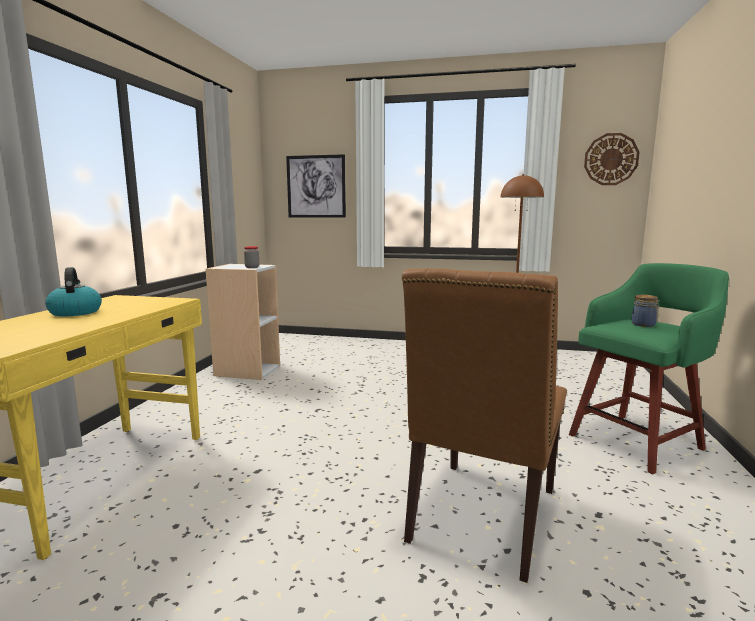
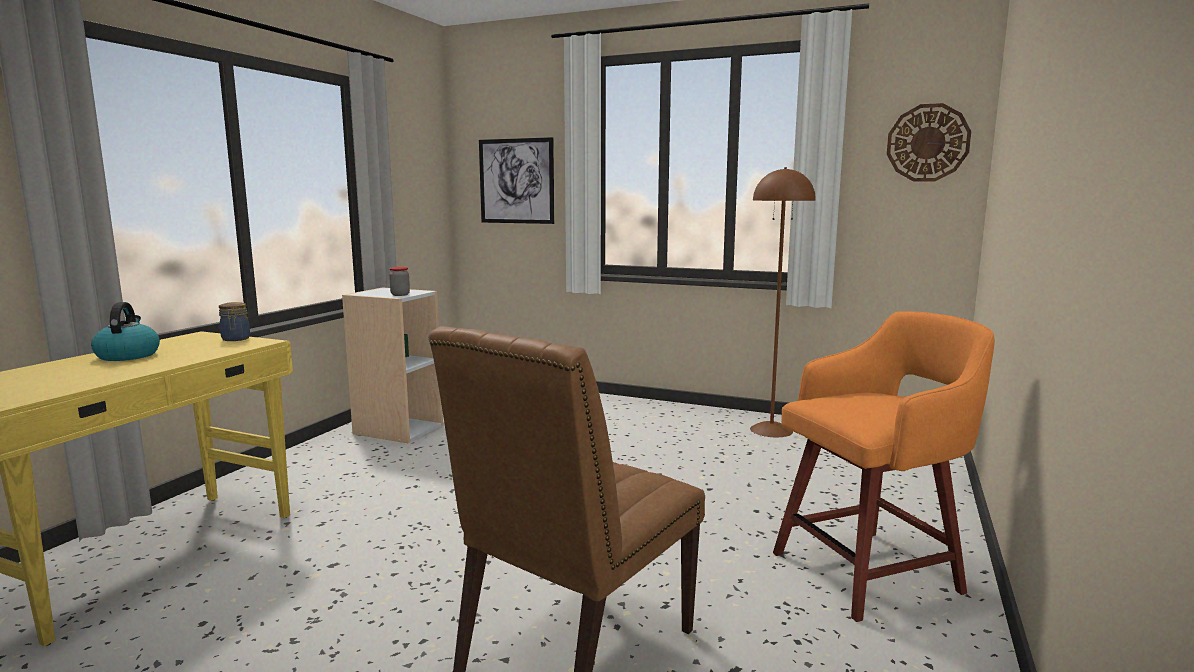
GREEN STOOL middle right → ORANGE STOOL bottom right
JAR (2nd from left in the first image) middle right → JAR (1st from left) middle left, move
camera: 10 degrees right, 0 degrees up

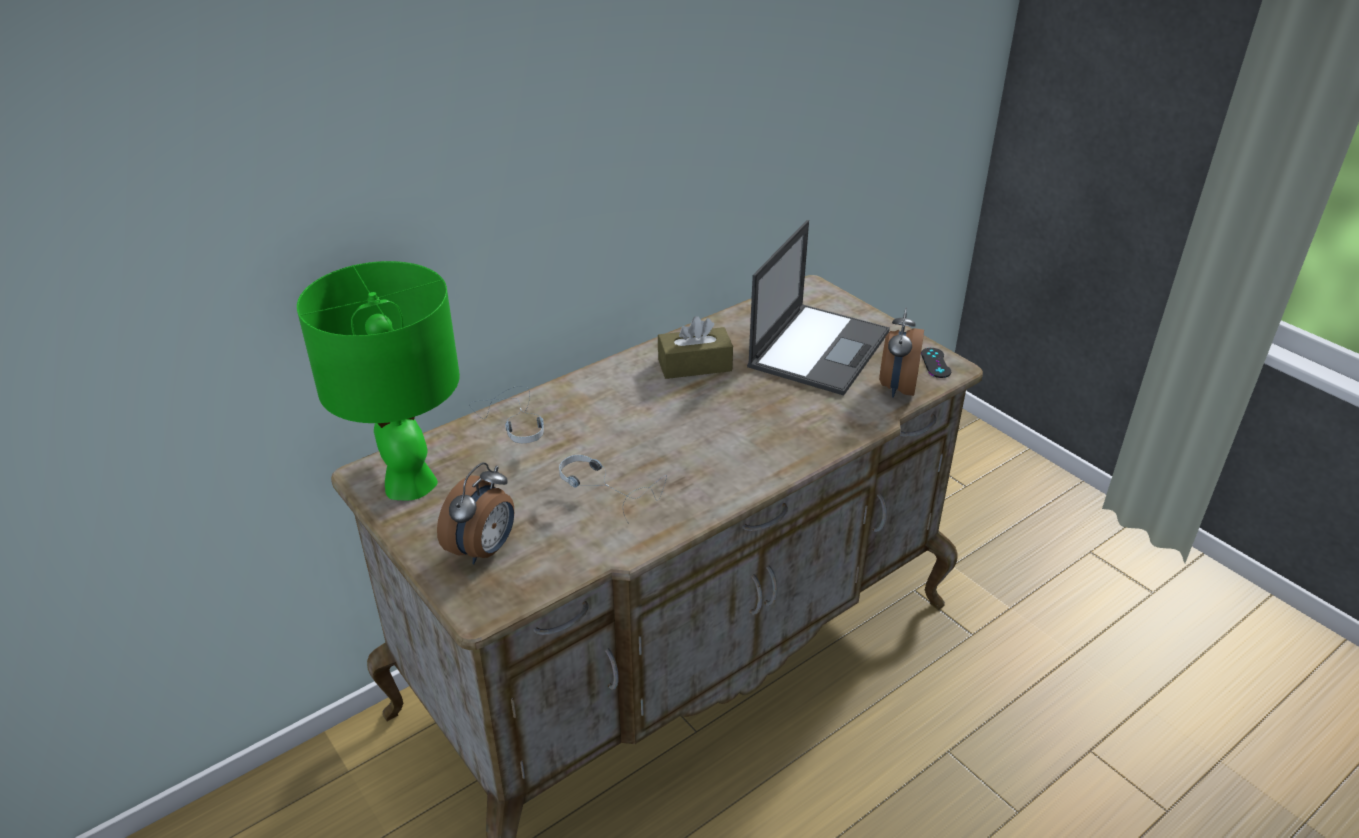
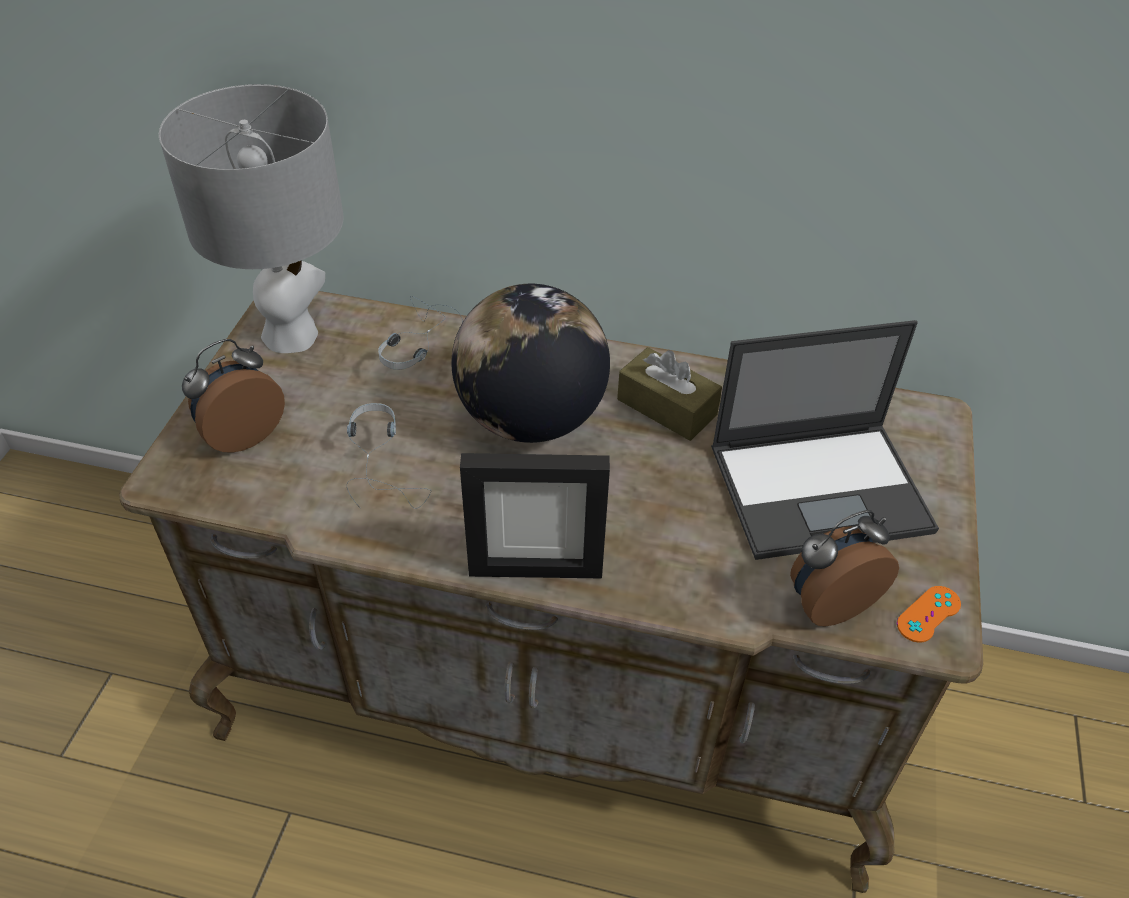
GREEN TABLE LAMP middle left → GREY TABLE LAMP top left
BLACK GAME CONTROLLER middle right → ORANGE GAME CONTROLLER bottom right
ALARM CLOCK (1st from left) centre → ALARM CLOCK (1st from left) middle left, 150 degrees clockwise
- → GLOBE centre
- → PICTURE FRAME centre
camera: 50 degrees right, 10 degrees up

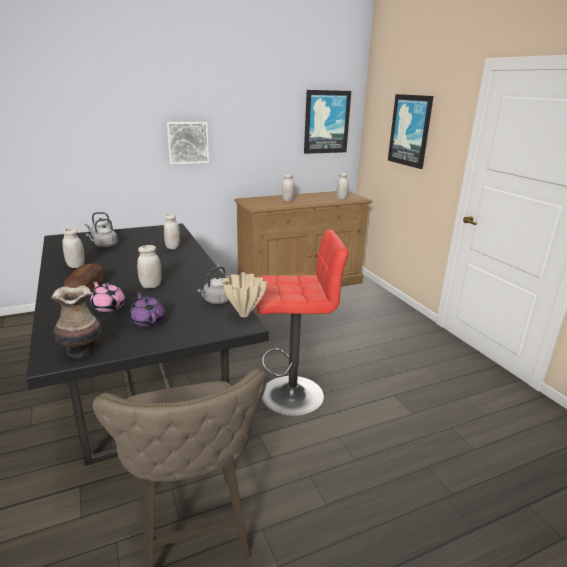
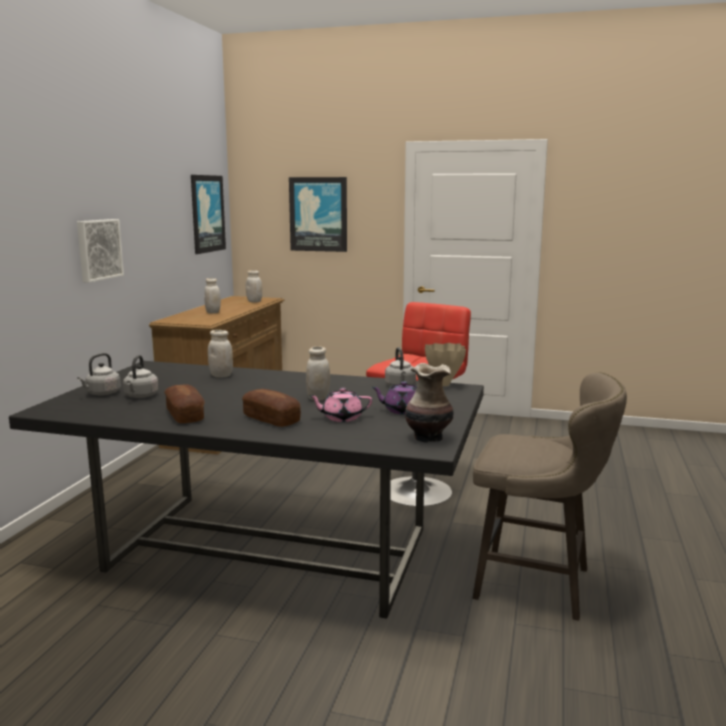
WHITE JAR (1st from left) middle left → BREAD (1st from left) middle left
camera: 50 degrees left, 10 degrees down

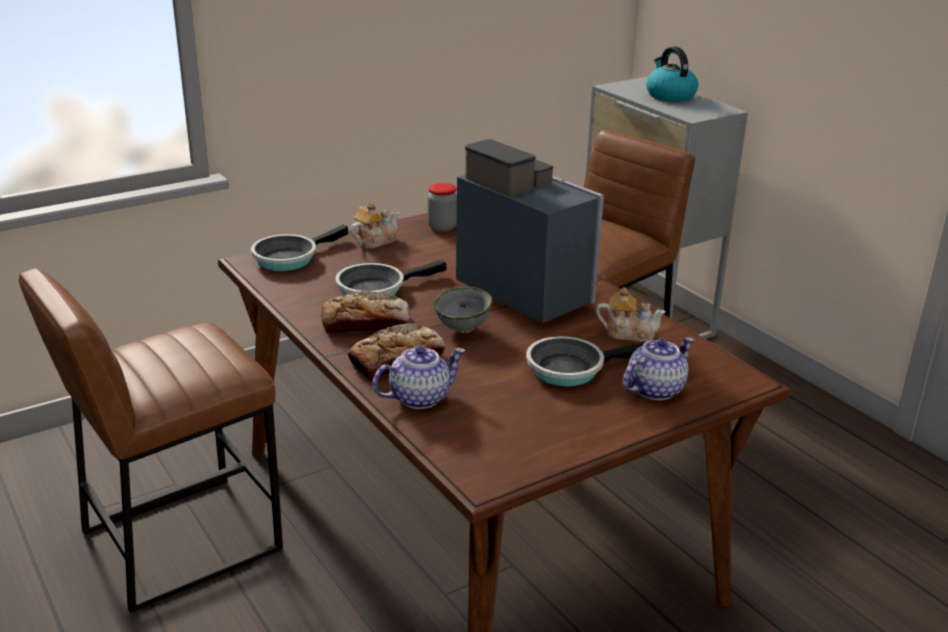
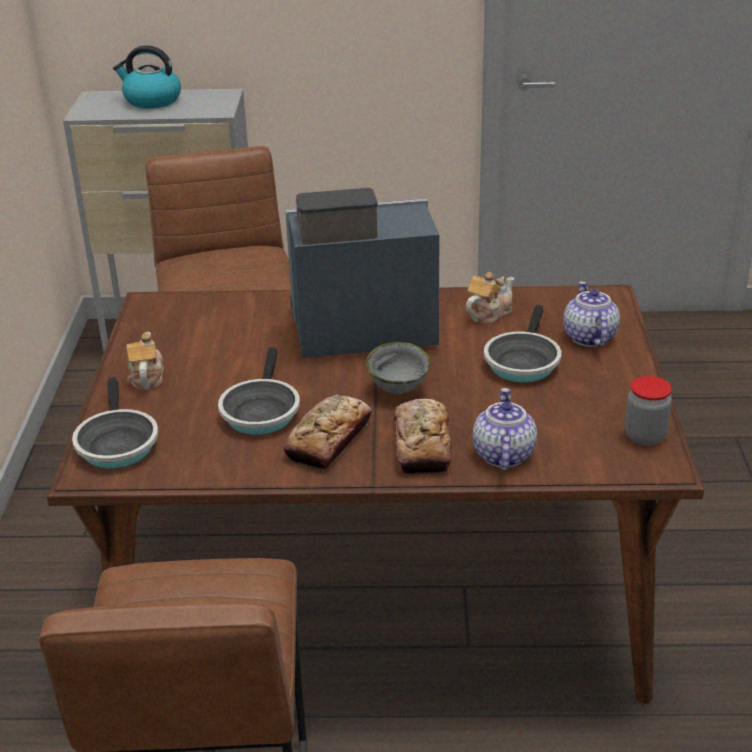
JAR top centre → JAR middle right, move
camera: 55 degrees left, 5 degrees up

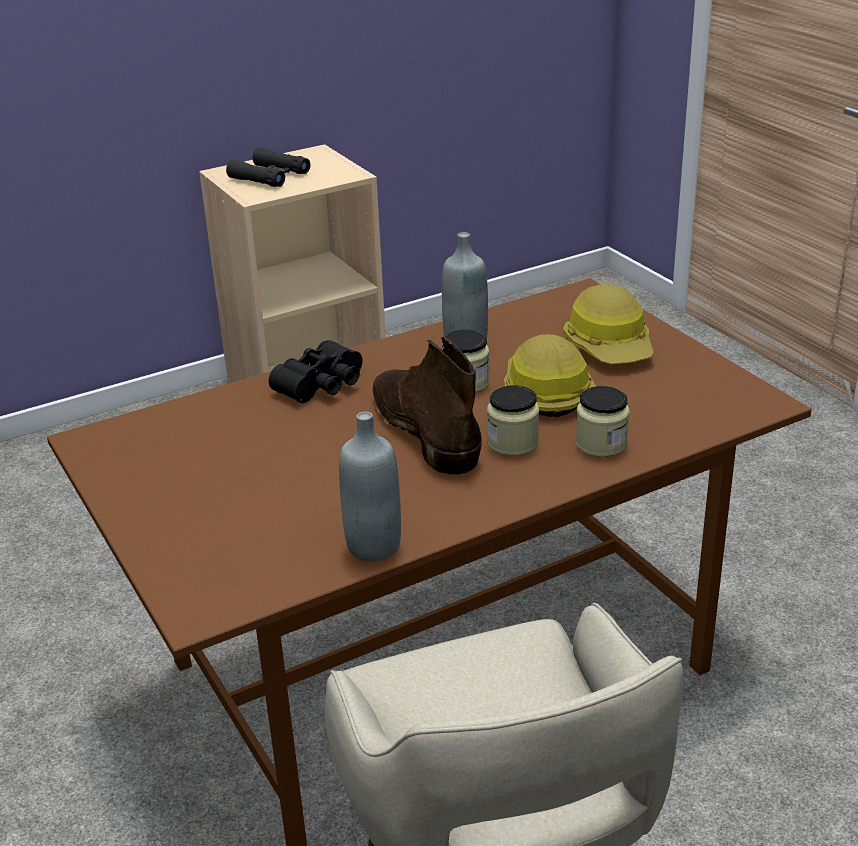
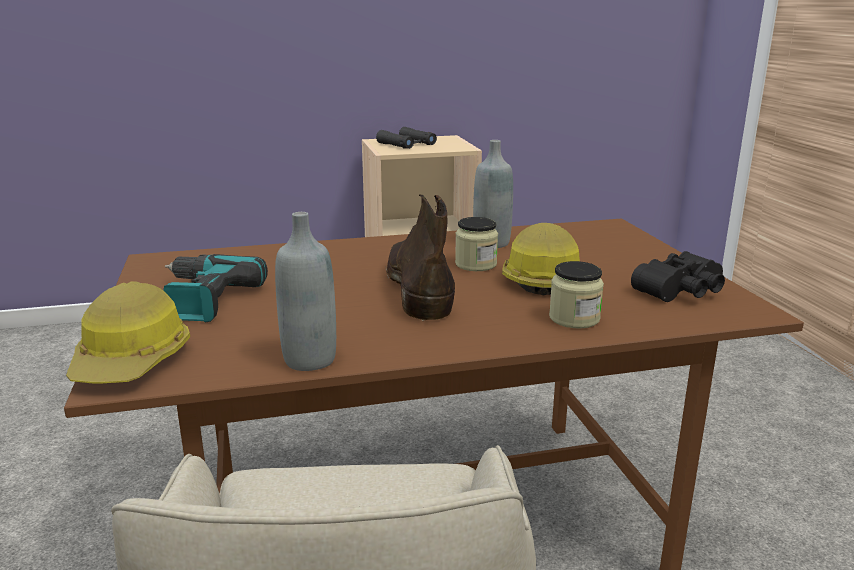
HARD HAT (2nd from left in the first image) middle right → HARD HAT (1st from left) middle left, move
BLACK BINOCULARS (2nd from left) centre → BLACK BINOCULARS (2nd from left) middle right, move
JAR (2nd from left) centre → -
- → POWER DRILL middle left
camera: 15 degrees right, 10 degrees down

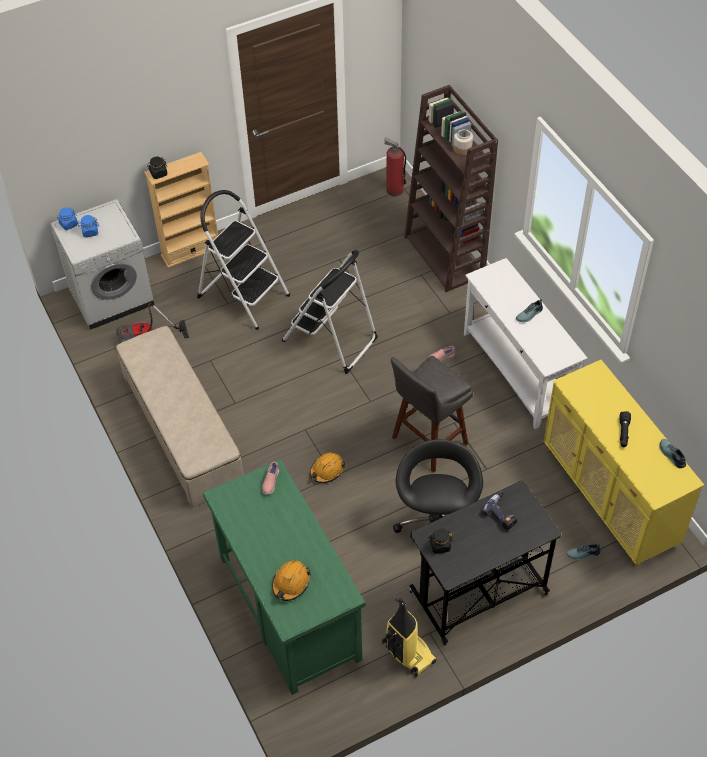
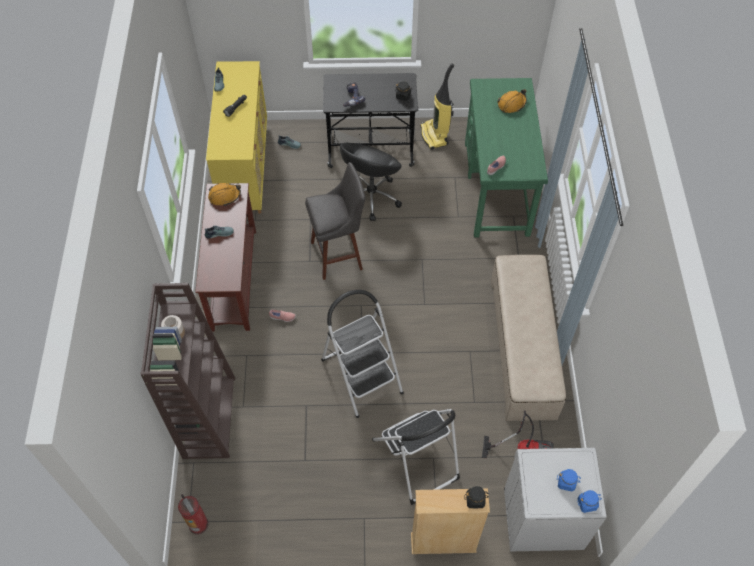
WHITE CONSOLE TABLE middle right → BROWN CONSOLE TABLE middle left
ORANGE HARD HAT (2nd from left in the first image) centre → ORANGE HARD HAT (1st from left) middle left, move
camera: 155 degrees left, 5 degrees up

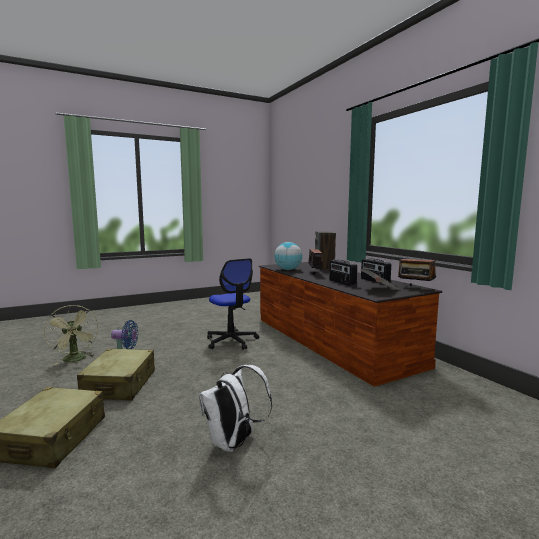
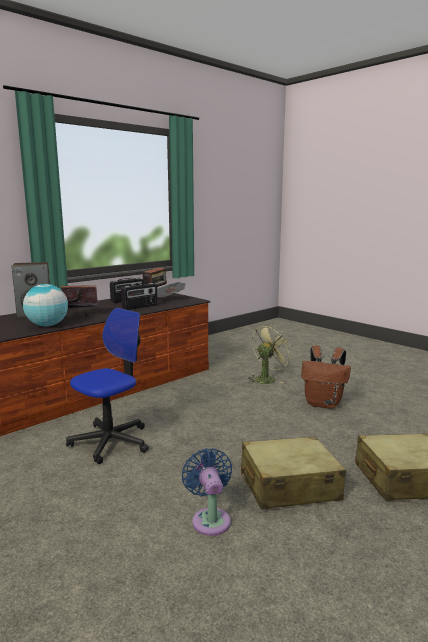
GREEN FAN middle left → GREEN FAN centre, move
WHITE BACKPACK bottom centre → BROWN BACKPACK middle right
camera: 105 degrees left, 5 degrees up

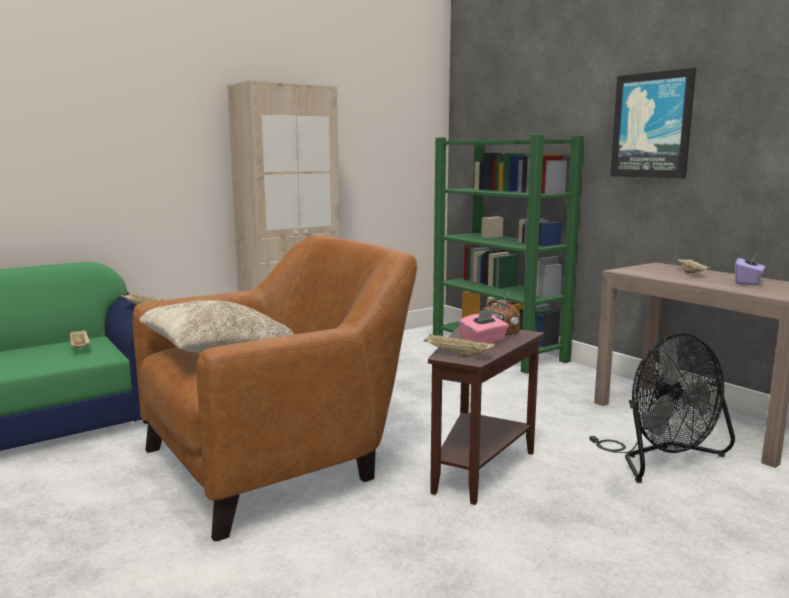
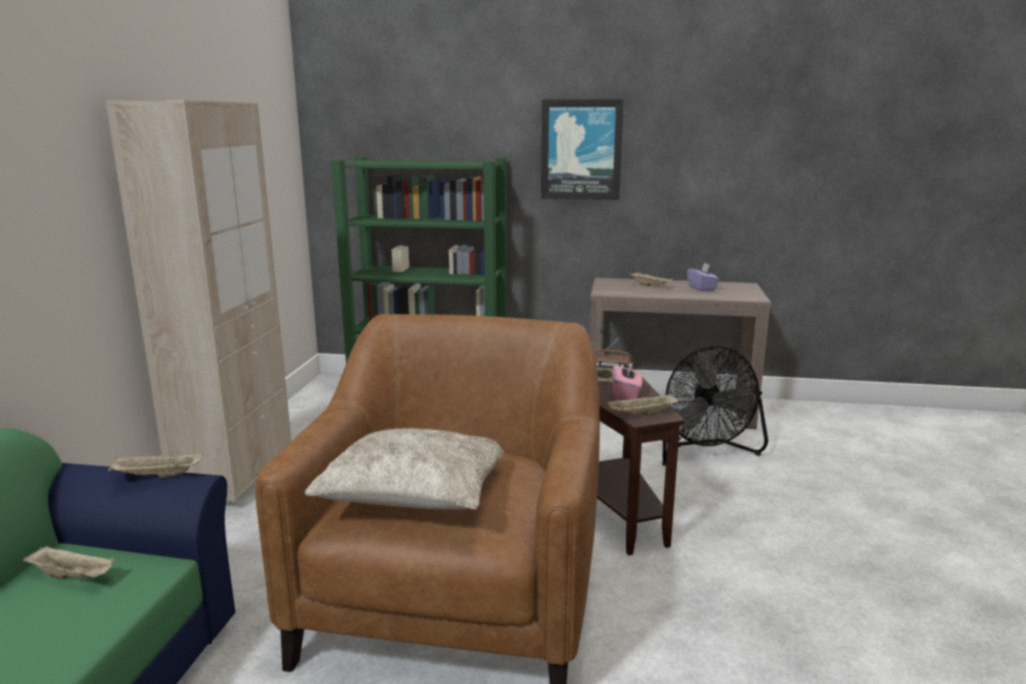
BLACK FAN bottom right → BLACK FAN middle right, 60 degrees clockwise
camera: 45 degrees left, 5 degrees up

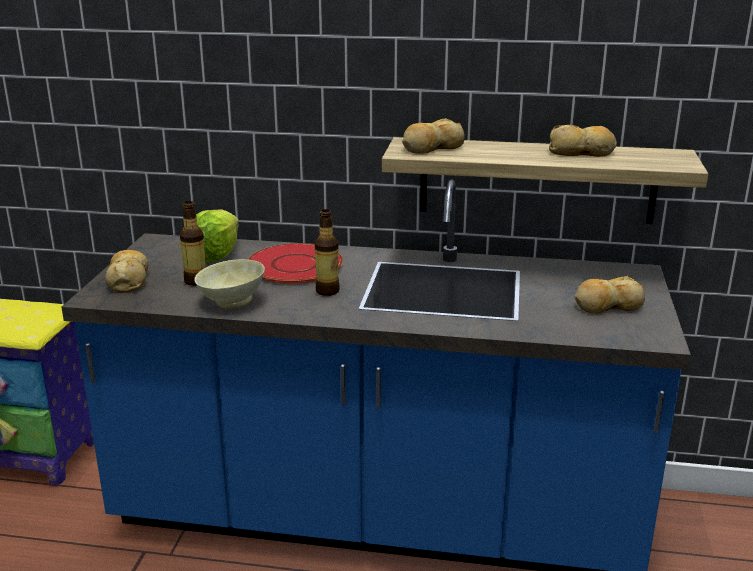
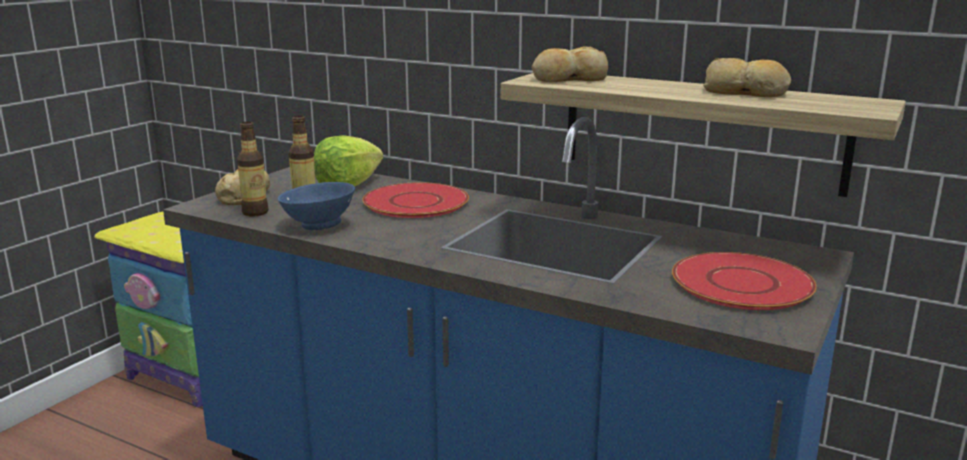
BOTTLE (2nd from left in the first image) centre → BOTTLE (1st from left) middle left, move
BEIGE BOWL middle left → BLUE BOWL middle left
BREAD (4th from left) middle right → RED PLATE (2nd from left) middle right
camera: 20 degrees right, 5 degrees down

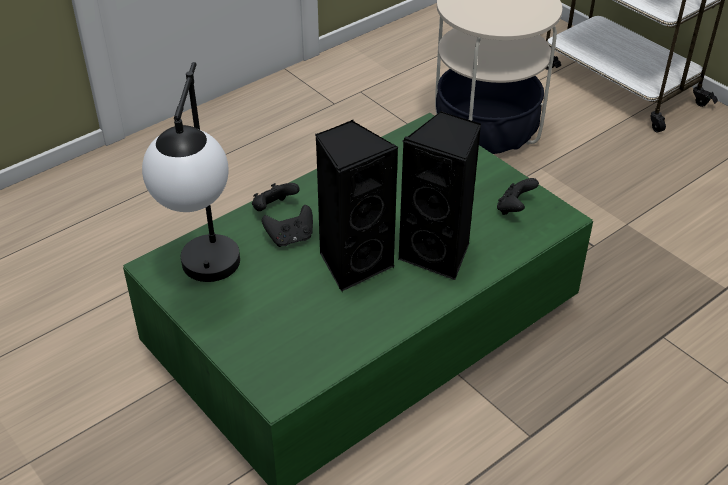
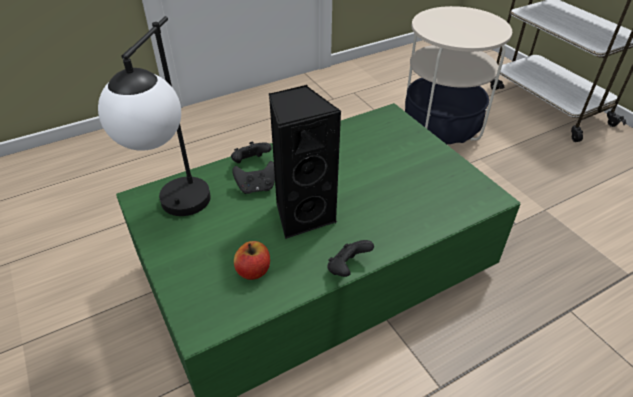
BLACK SPEAKER (2nd from left) centre → -
BLACK GAME CONTROLLER (3rd from left) middle right → BLACK GAME CONTROLLER (3rd from left) centre, move
- → APPLE centre
camera: 10 degrees right, 0 degrees up

